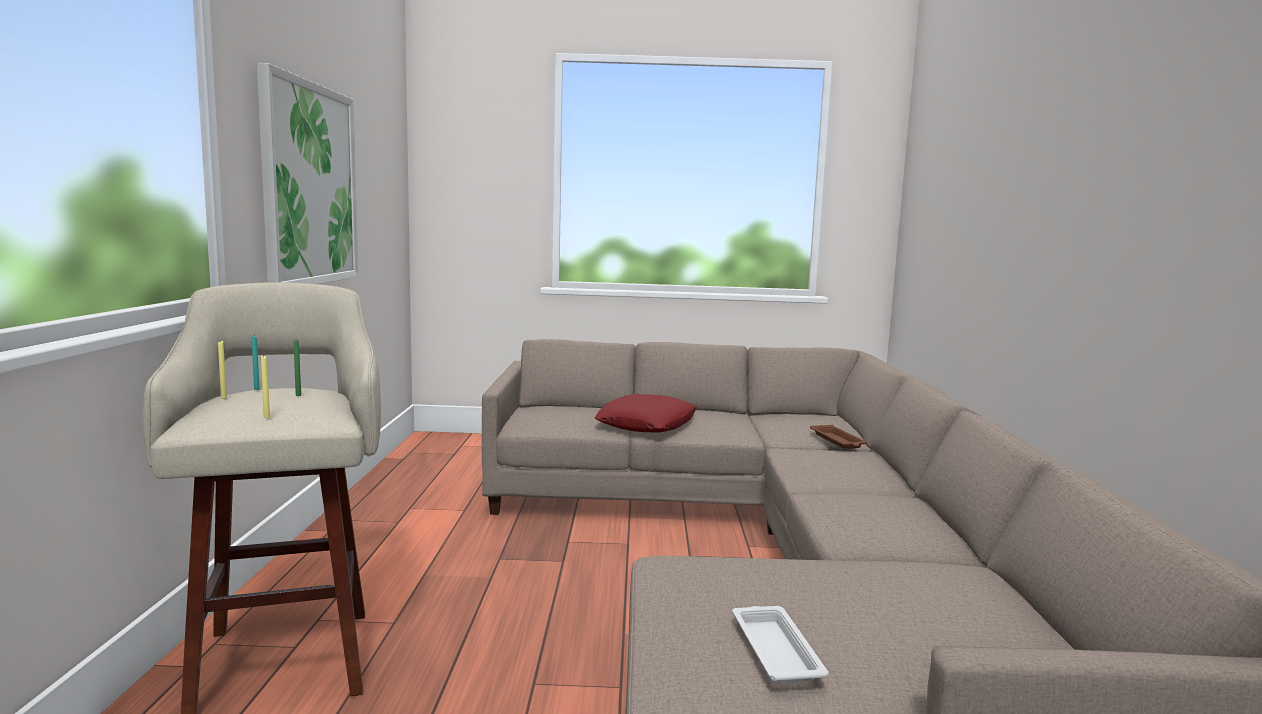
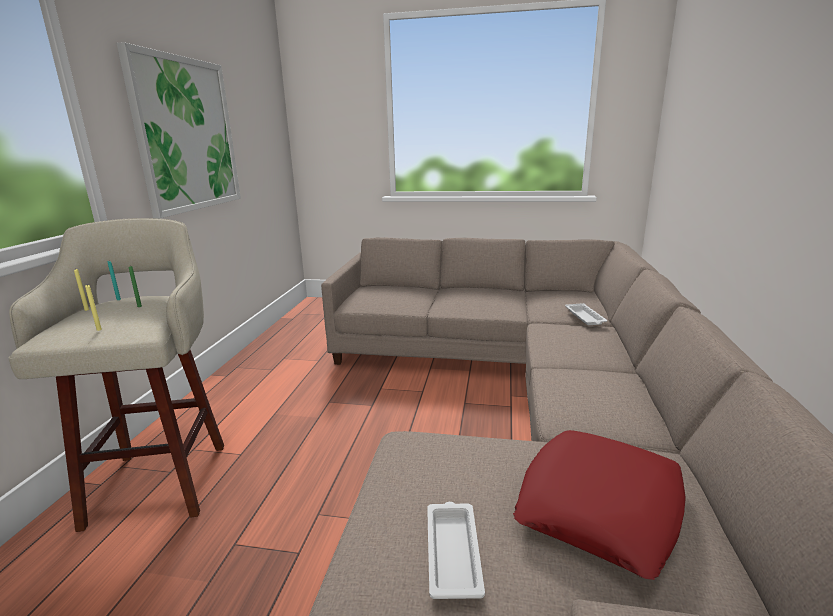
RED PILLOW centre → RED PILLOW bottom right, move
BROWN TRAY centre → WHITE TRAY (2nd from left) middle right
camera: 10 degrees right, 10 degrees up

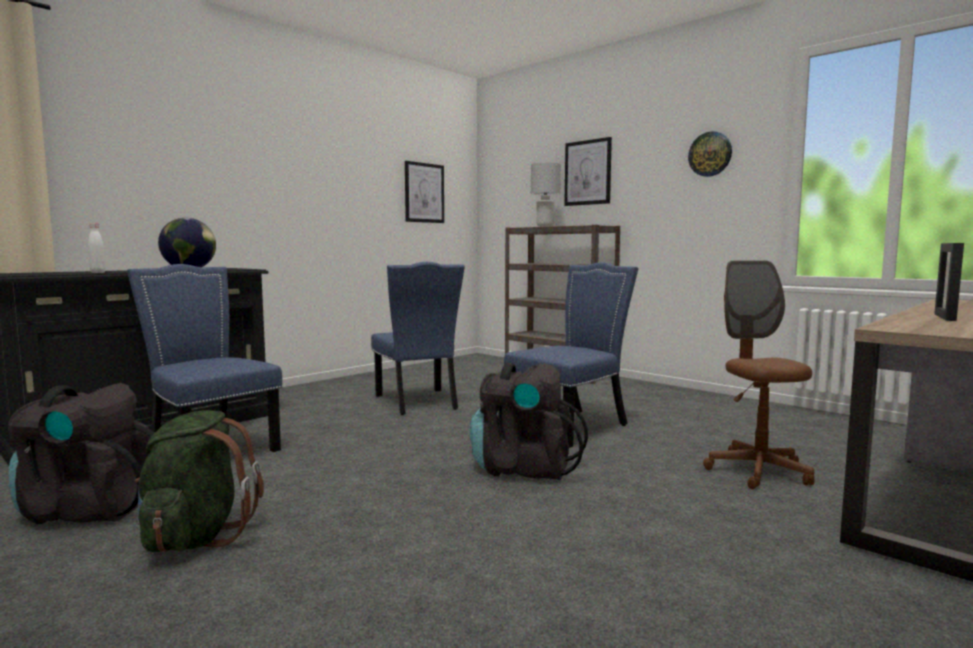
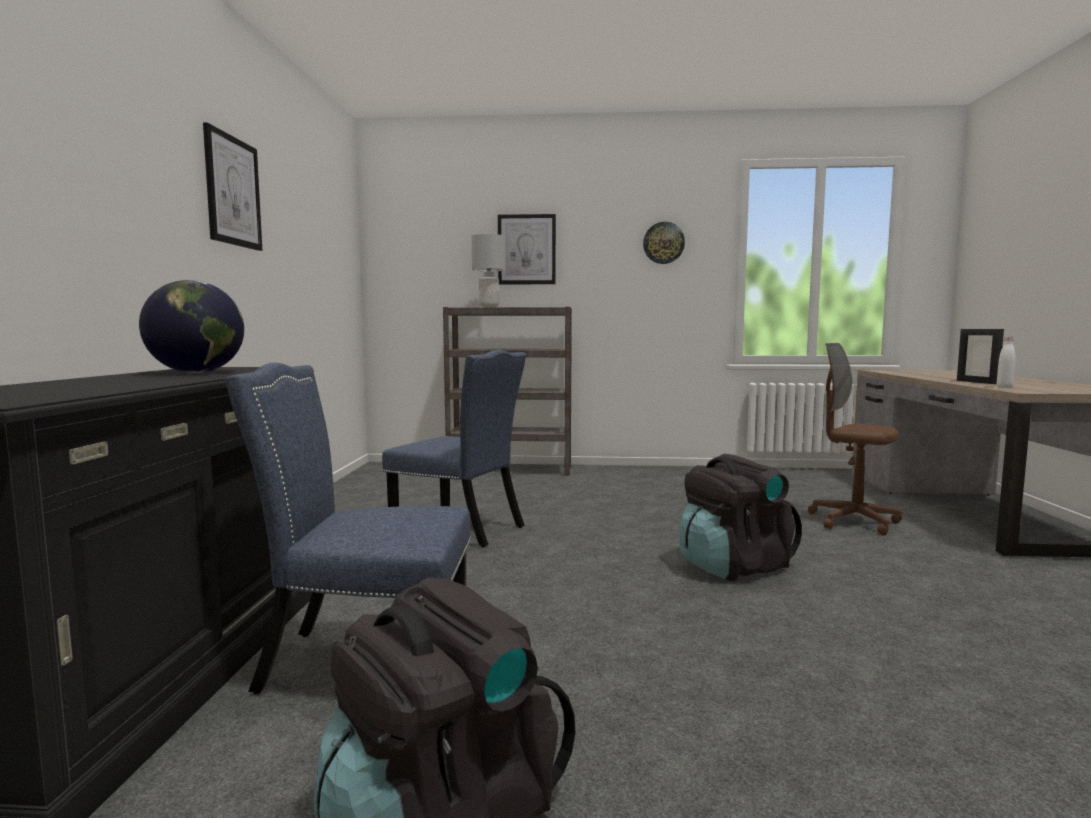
PICTURE (1st from left) top centre → PICTURE (1st from left) top left, move
WHITE BOTTLE middle left → WHITE BOTTLE middle right, move
BLUE CHAIR (3rd from left) centre → -
GREEN BACKPACK bottom left → -
camera: 40 degrees left, 0 degrees up

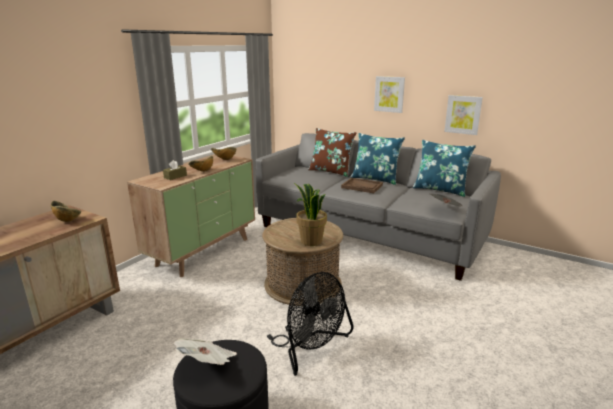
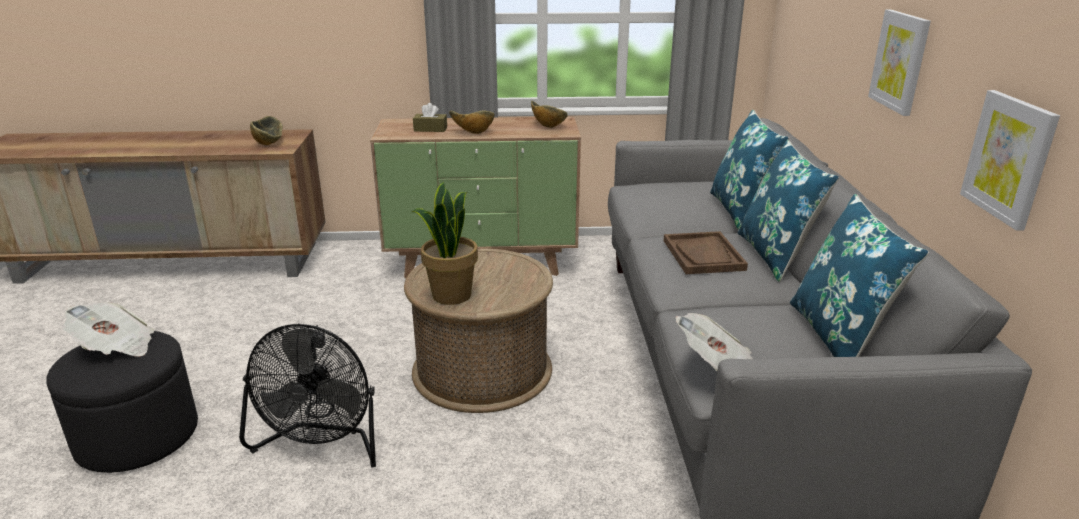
BROWN PILLOW centre → BLUE PILLOW (1st from left) top right
camera: 55 degrees right, 5 degrees up

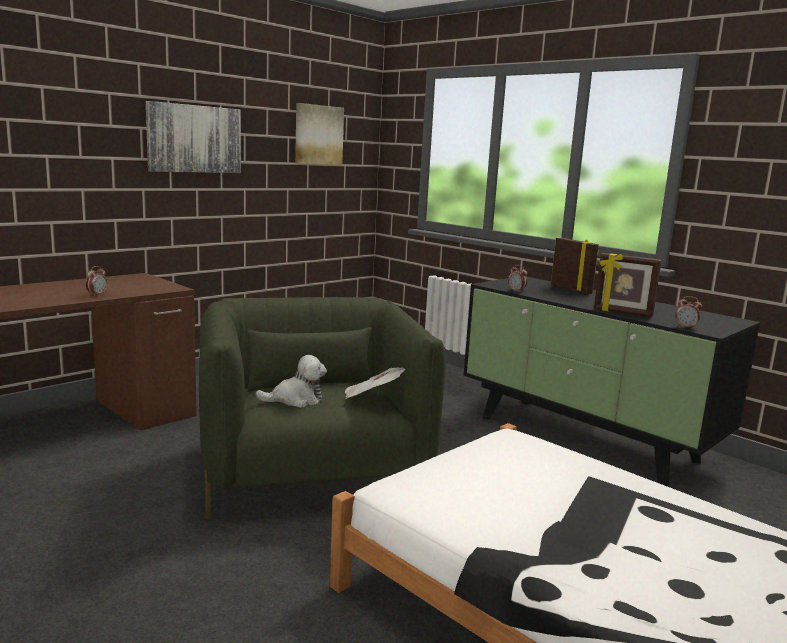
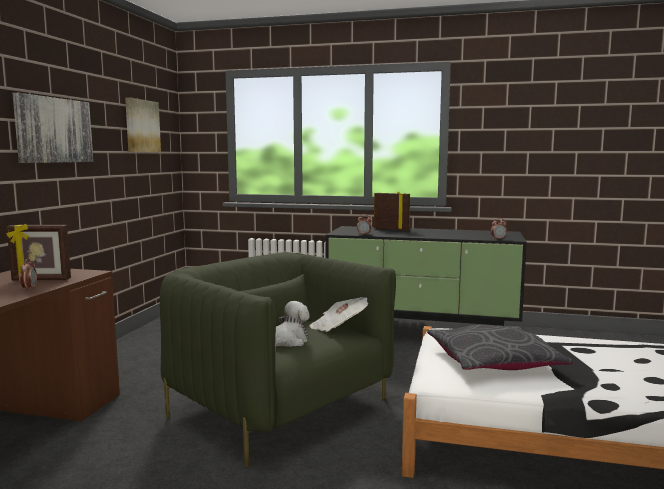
PICTURE FRAME (2nd from left in the first image) middle right → PICTURE FRAME (1st from left) middle left, move
- → GREY PILLOW bottom right
camera: 30 degrees left, 5 degrees down

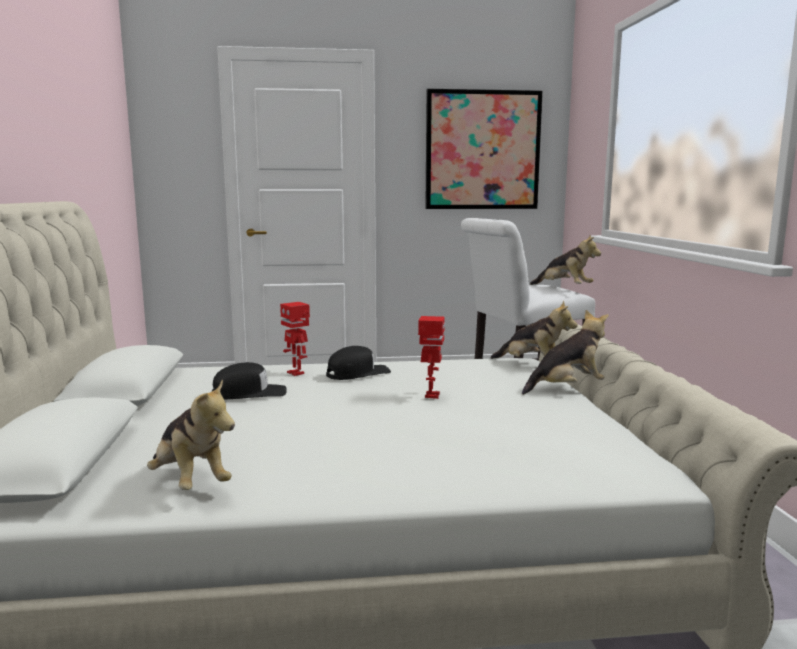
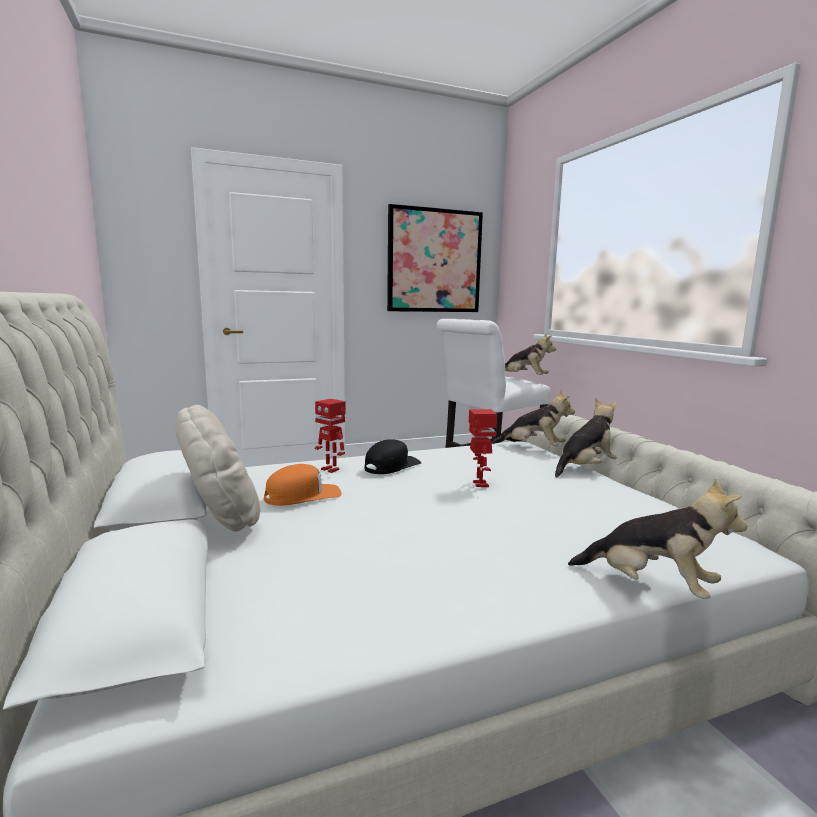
BLACK CAP (1st from left) middle left → ORANGE CAP centre
PLUSH TOY (1st from left in the first image) bottom left → PLUSH TOY (4th from left) middle right, move
- → BEIGE PILLOW middle left
camera: 15 degrees left, 0 degrees up

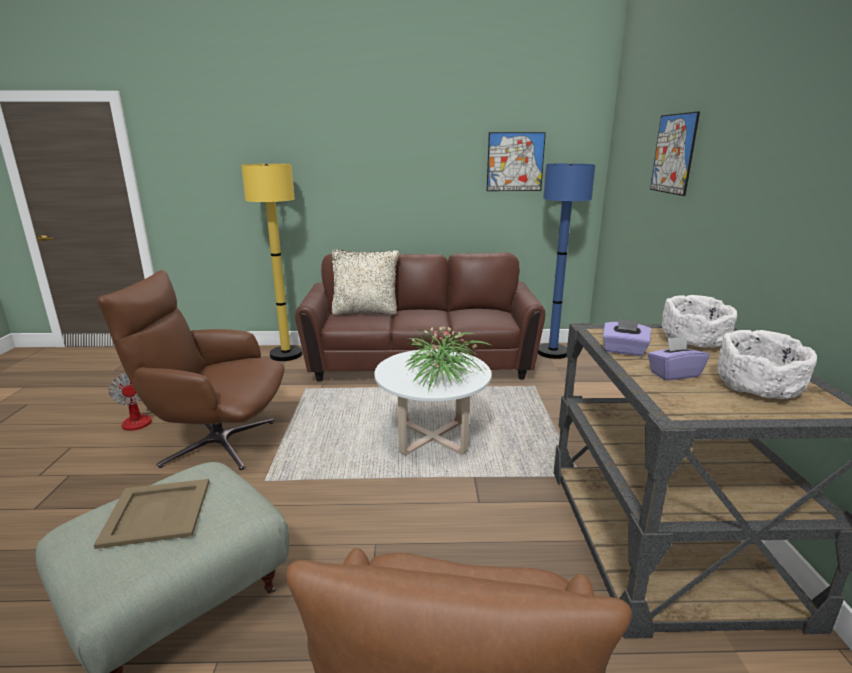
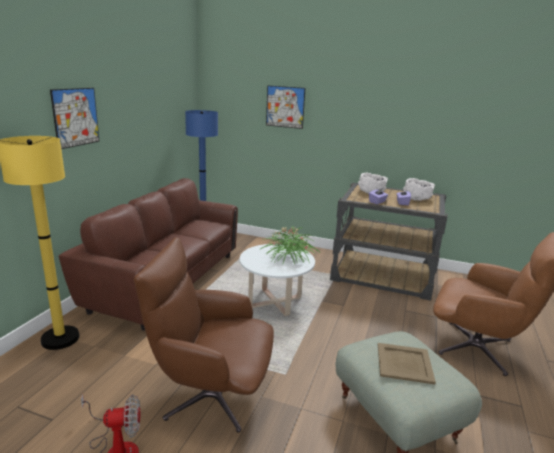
PICTURE (1st from left) top centre → PICTURE (1st from left) top left, move
BEIGE PILLOW centre → -
BROWN ARMCHAIR (1st from left) middle left → BROWN ARMCHAIR (1st from left) bottom centre, 75 degrees clockwise
camera: 70 degrees left, 0 degrees up

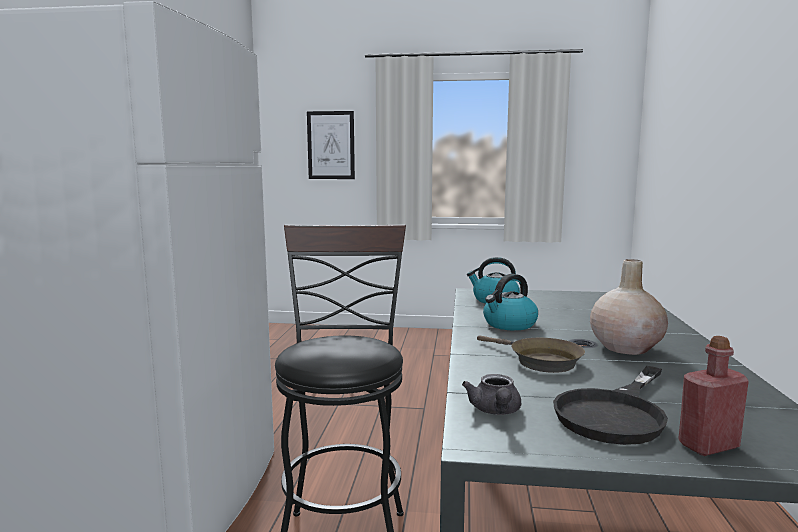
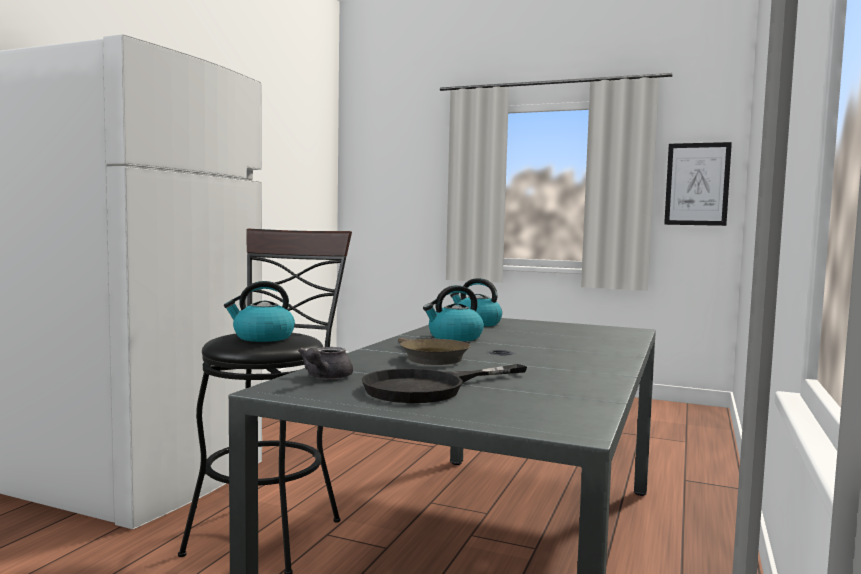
PICTURE top centre → PICTURE top right, move
BEIGE VASE middle right → -
RED BOTTLE bottom right → -
- → KETTLE (1st from left) middle left
camera: 15 degrees right, 5 degrees down

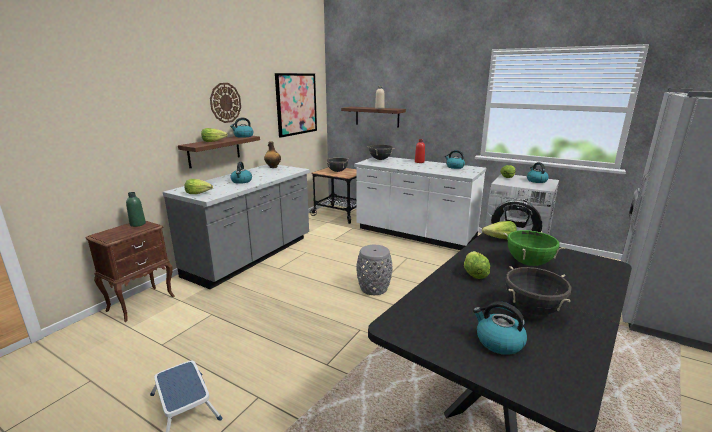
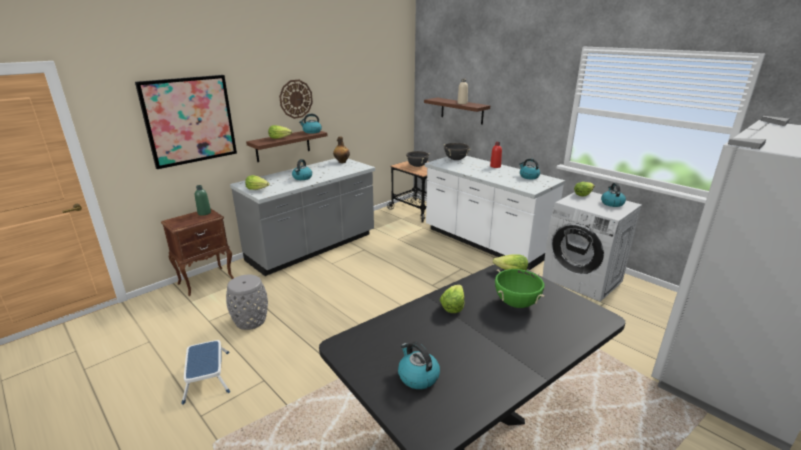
PICTURE top centre → PICTURE top left, move
GREY STOOL centre → GREY STOOL bottom left, move
BLACK COOKING POT (3rd from left) bottom right → -
camera: 15 degrees right, 5 degrees up

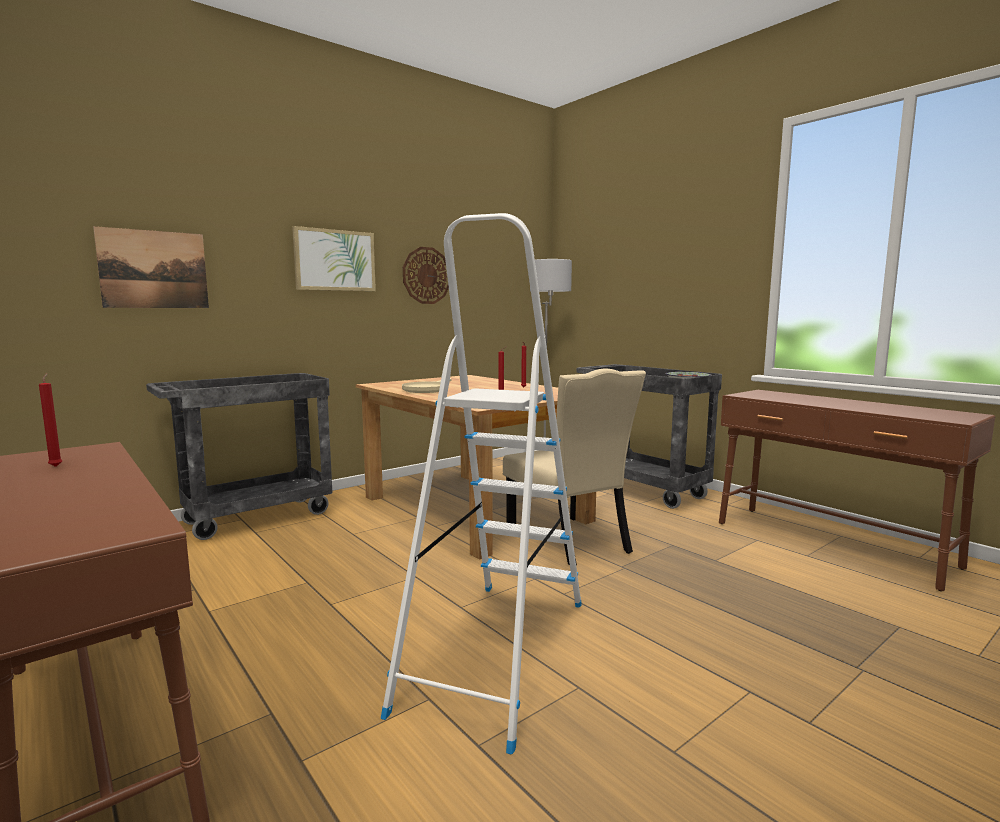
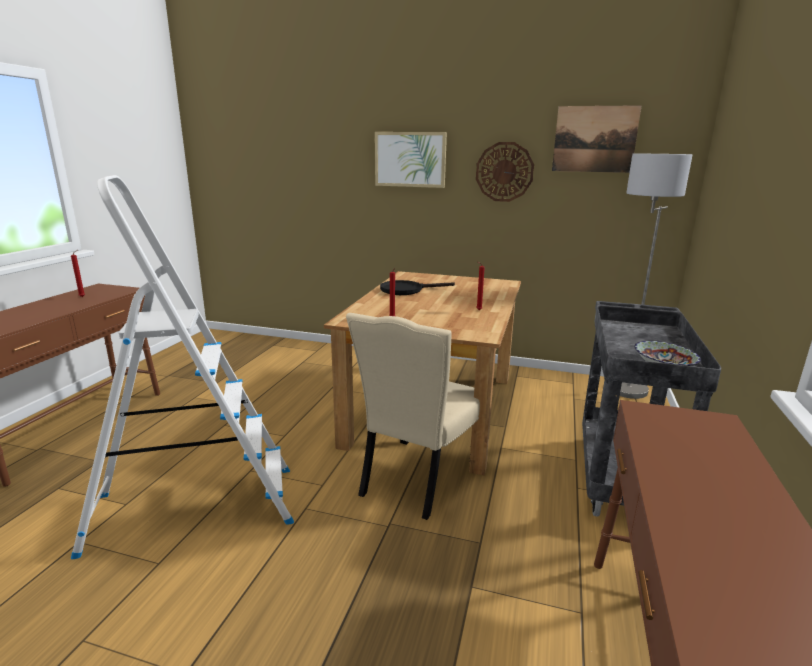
PICTURE (1st from left in the first image) top left → PICTURE (2nd from left) top right, move
GREY CART (1st from left) middle left → -
BEIGE FRYING PAN centre → BLACK FRYING PAN centre
camera: 55 degrees right, 10 degrees up

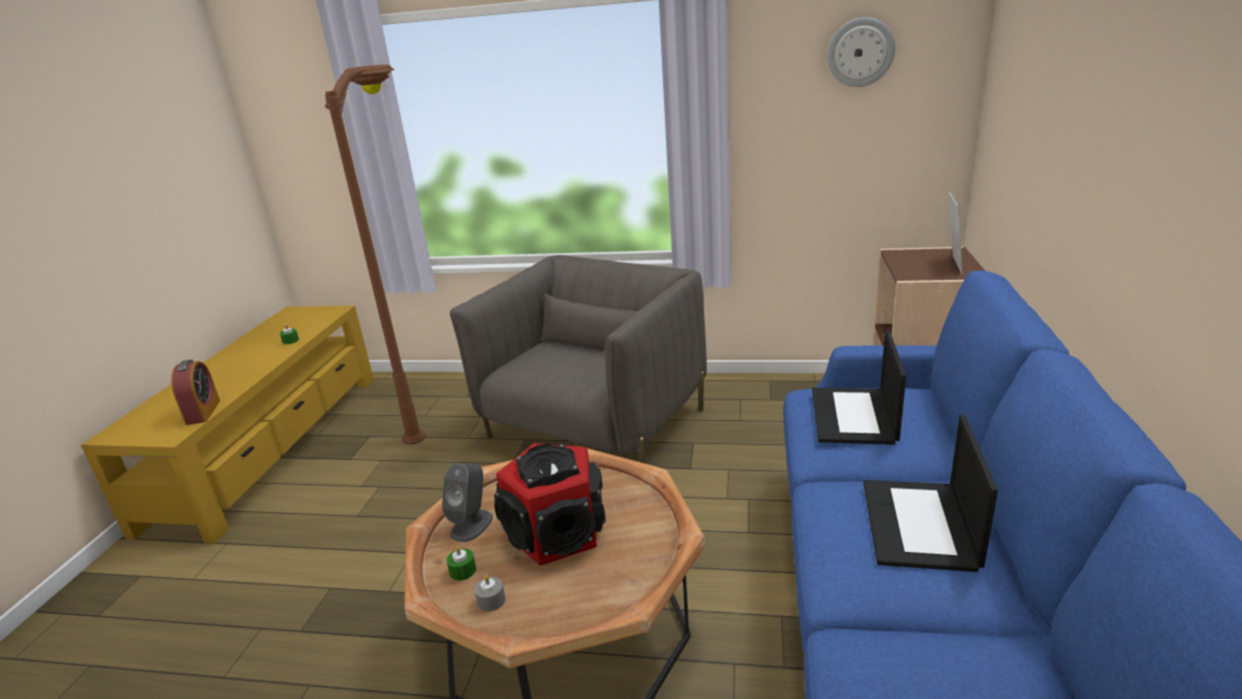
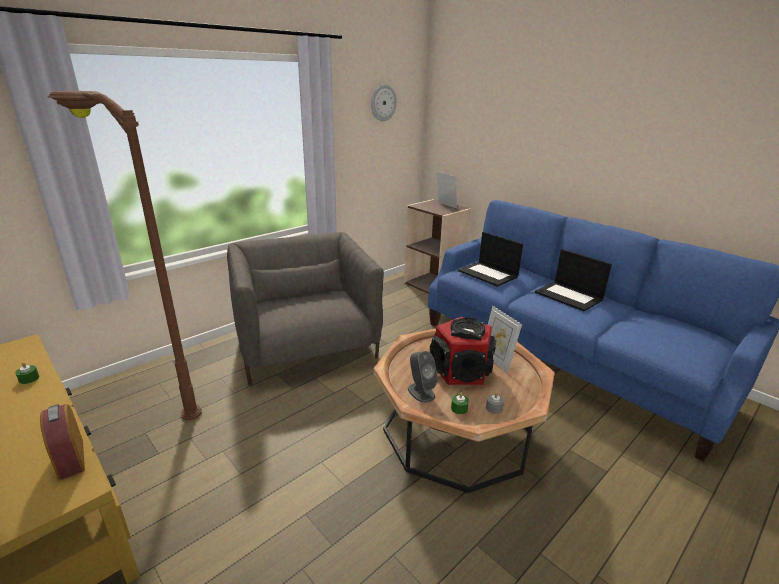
ALARM CLOCK middle left → ALARM CLOCK bottom left, 150 degrees counterclockwise
- → PICTURE FRAME (2nd from left) centre
camera: 55 degrees left, 0 degrees up

